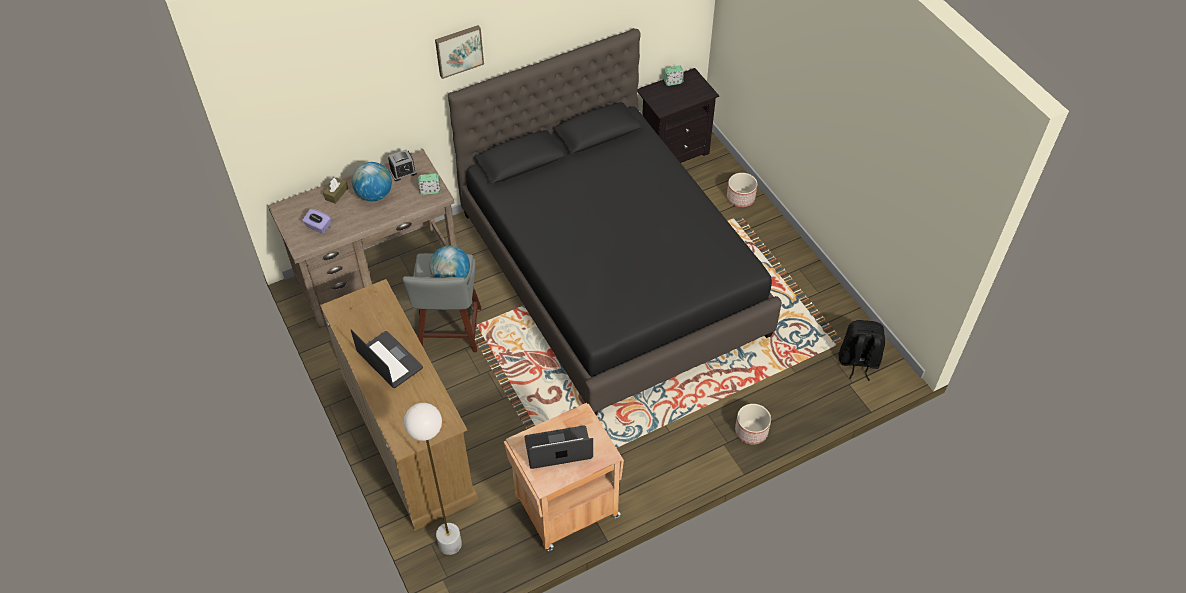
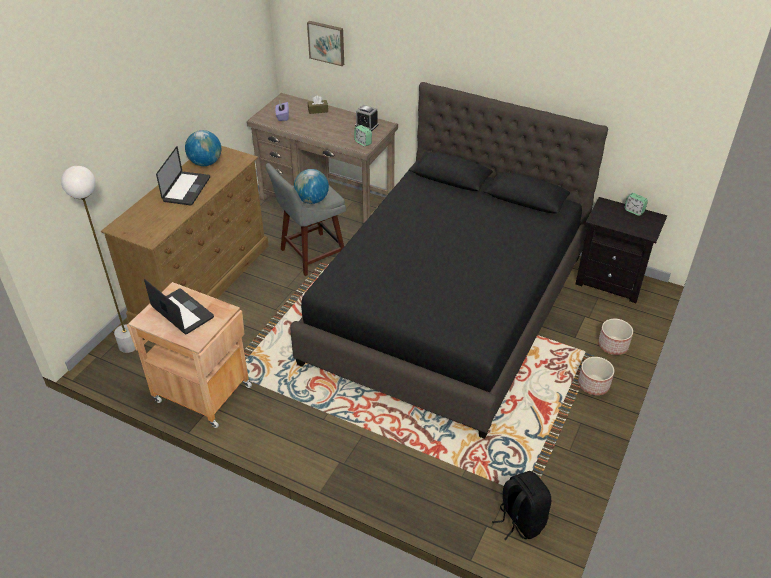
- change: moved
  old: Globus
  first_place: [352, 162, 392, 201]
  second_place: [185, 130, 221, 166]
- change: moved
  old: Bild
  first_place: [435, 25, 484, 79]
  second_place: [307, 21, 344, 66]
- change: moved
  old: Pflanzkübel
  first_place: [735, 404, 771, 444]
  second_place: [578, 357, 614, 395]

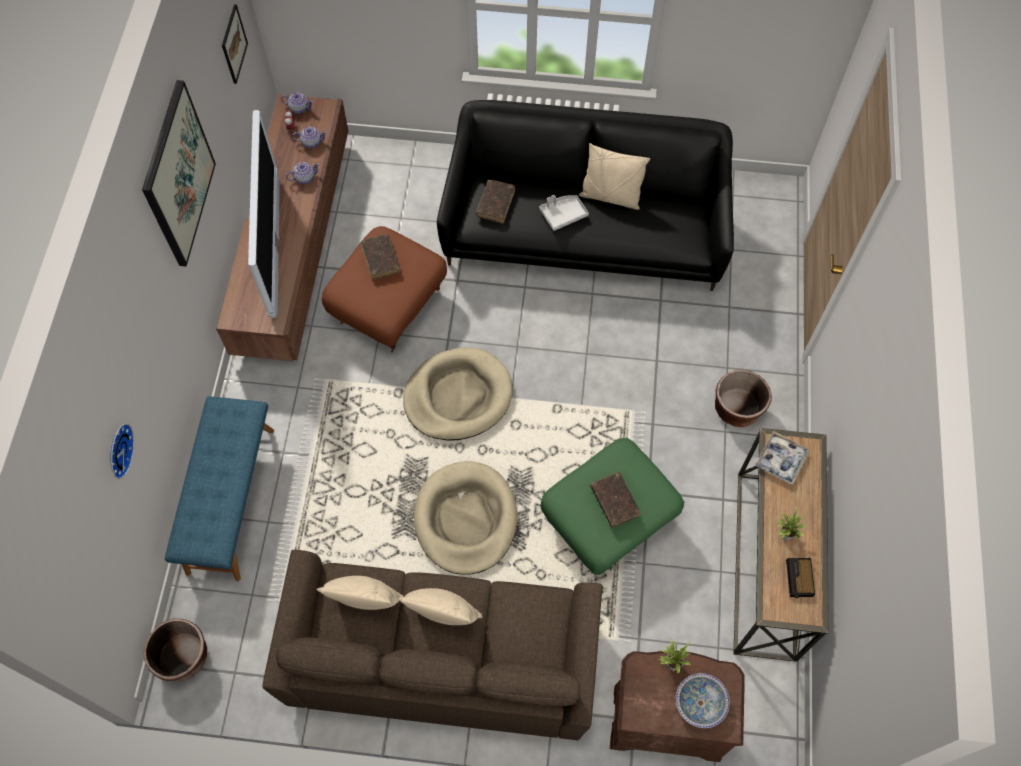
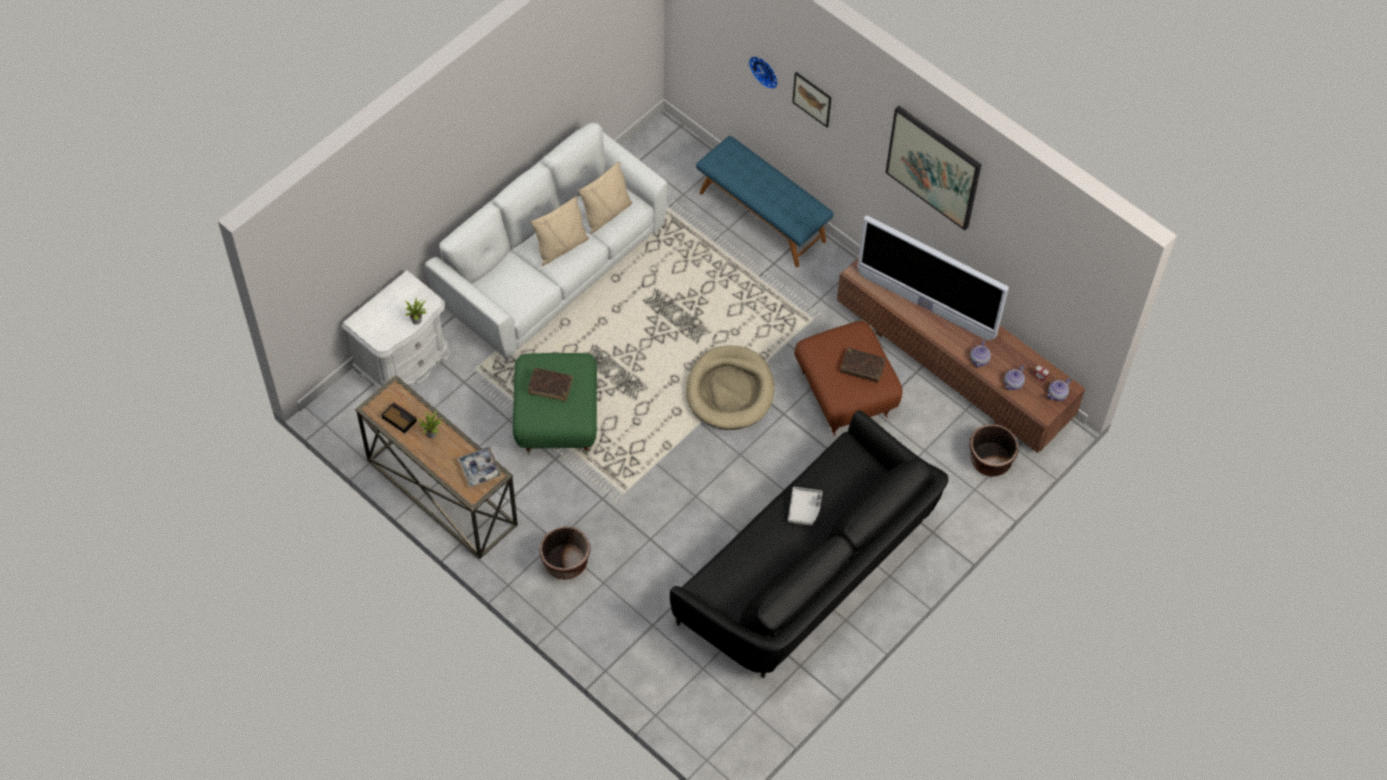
- change: moved
  old: Pflanzkübel/braun
  first_place: [143, 619, 207, 682]
  second_place: [969, 424, 1019, 477]
- change: moved
  old: Bild
  first_place: [222, 4, 248, 84]
  second_place: [792, 72, 832, 128]
- change: recoloured
  old: Sofa/braun
  new: Sofa/weiß
  first_place: [263, 550, 603, 740]
  second_place: [425, 123, 668, 359]
- change: removed
  old: Hundebett/beige
  first_place: [414, 461, 517, 575]
- change: removed
  old: Buch/braun
  first_place: [476, 180, 515, 223]
- change: removed
  old: Kissen/beige
  first_place: [579, 143, 650, 210]
- change: recoloured
  old: Nachttisch/braun
  new: Nachttisch/weiß
  first_place: [610, 651, 745, 762]
  second_place: [342, 270, 450, 389]
- change: removed
  old: Schüssel
  first_place: [676, 673, 730, 728]

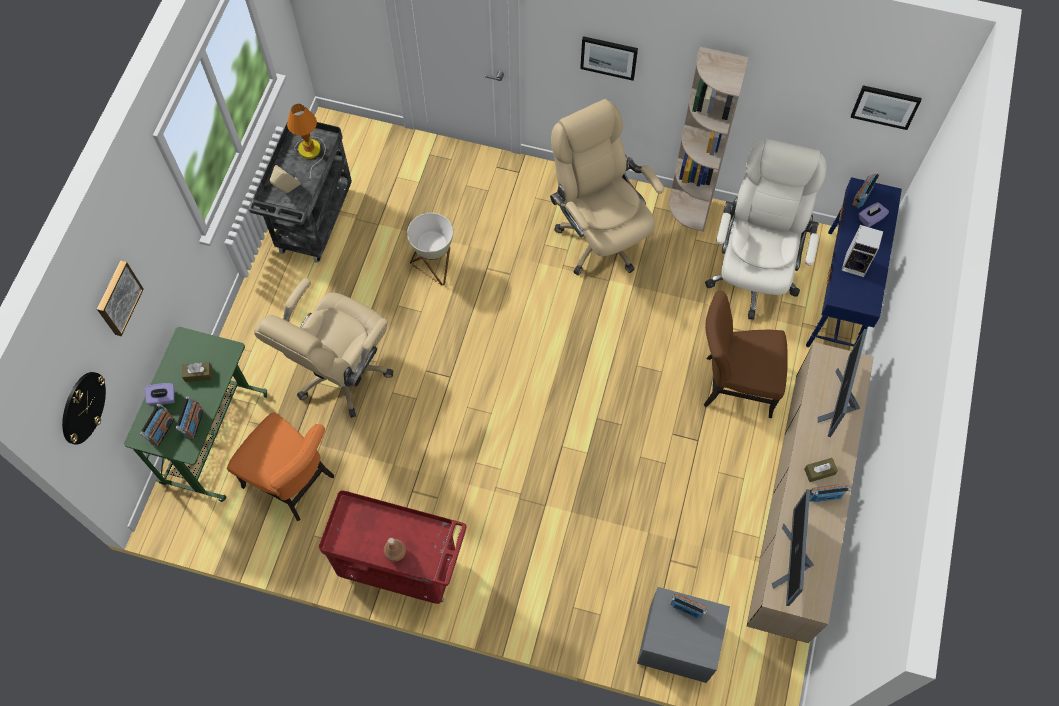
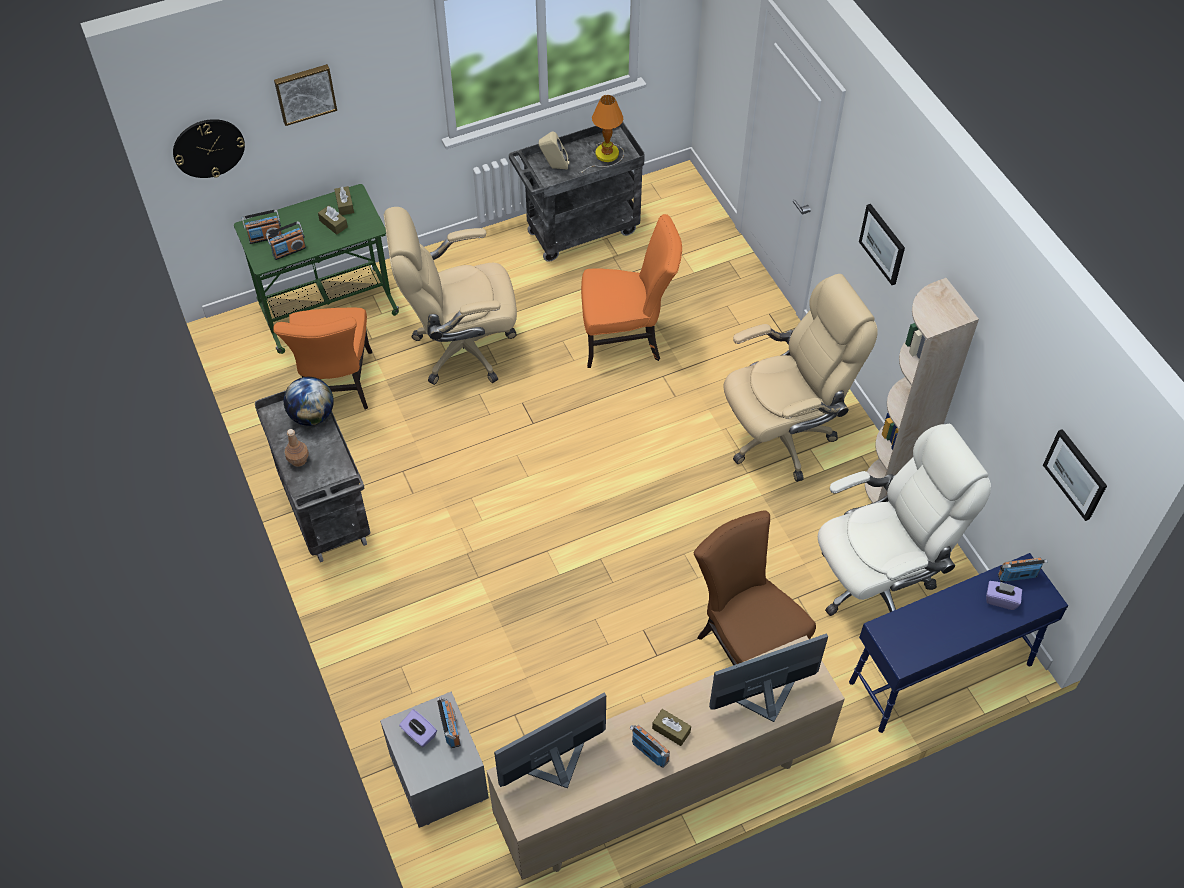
- change: moved
  old: Taschentuchbox/lila
  first_place: [145, 383, 175, 406]
  second_place: [399, 709, 437, 748]
- change: recoloured
  old: Rollwagen/rot
  new: Rollwagen/schwarz
  first_place: [319, 491, 467, 604]
  second_place: [255, 391, 370, 562]
- change: replaced
  old: Pflanzkübel
  new: Stuhl/orange
  first_place: [407, 213, 453, 285]
  second_place: [581, 214, 682, 368]
- change: turned
  old: Bürostuhl/beige
  first_place: [550, 99, 664, 275]
  second_place: [724, 274, 878, 482]
  degrees: 45
- change: removed
  old: Lautsprecher
  first_place: [841, 225, 883, 277]
- change: added
  new: Globus
  second_place: [284, 377, 334, 426]
- change: added
  new: Taschentuchbox/braun
  second_place: [334, 186, 354, 215]

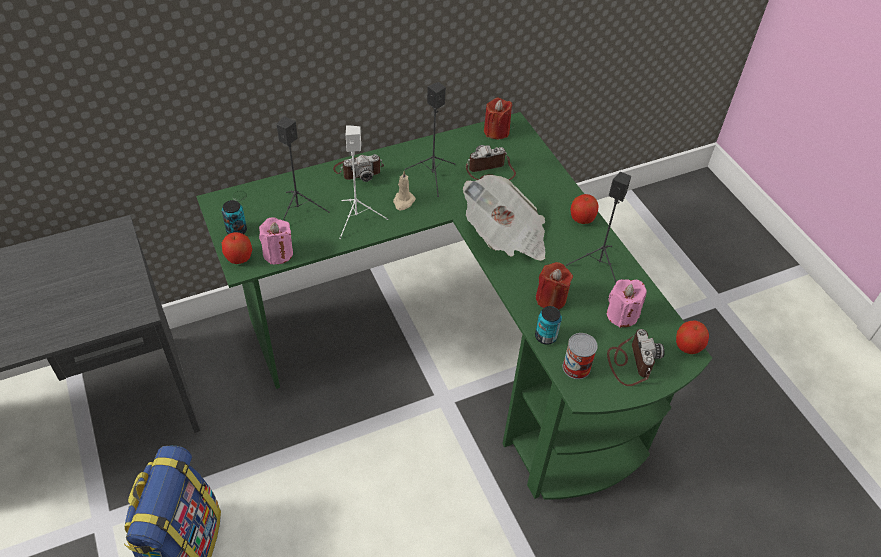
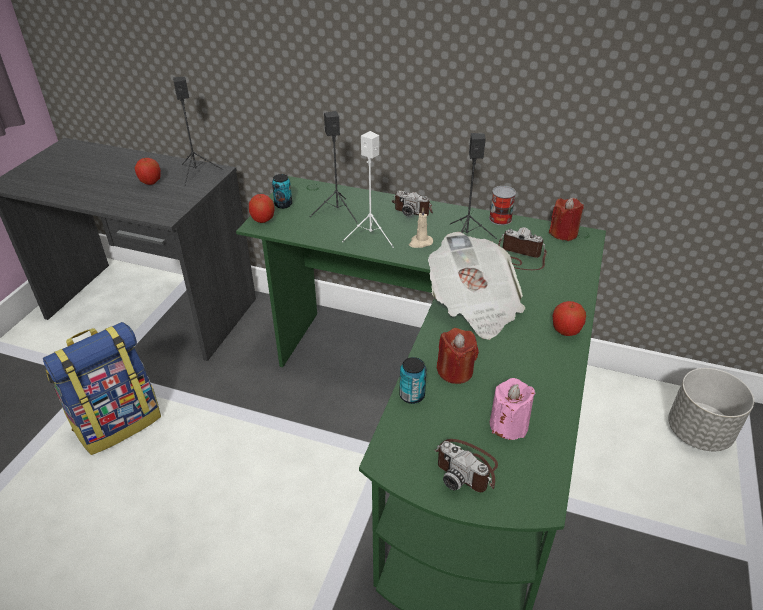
- change: removed
  old: Kerze/rosa
  first_place: [259, 217, 293, 264]
- change: moved
  old: Dose
  first_place: [563, 333, 598, 379]
  second_place: [489, 186, 516, 225]
- change: moved
  old: Lautsprecher/schwarz
  first_place: [566, 172, 631, 283]
  second_place: [173, 77, 223, 186]
- change: turned
  old: Kamera
  first_place: [607, 329, 665, 386]
  second_place: [435, 439, 498, 492]
  degrees: 90
- change: moved
  old: Apfel
  first_place: [676, 320, 709, 354]
  second_place: [135, 158, 161, 185]
- change: added
  new: Pflanzkübel/grau
  second_place: [668, 368, 754, 451]

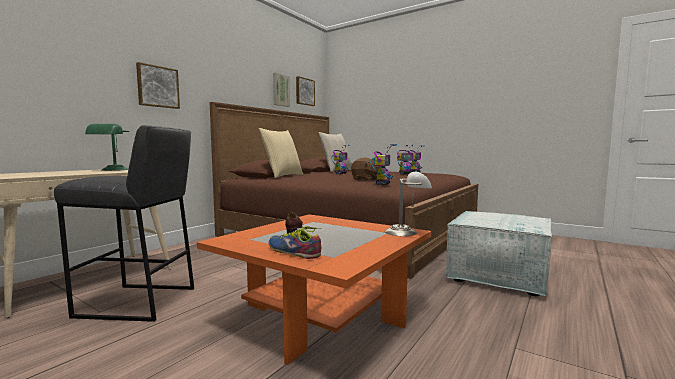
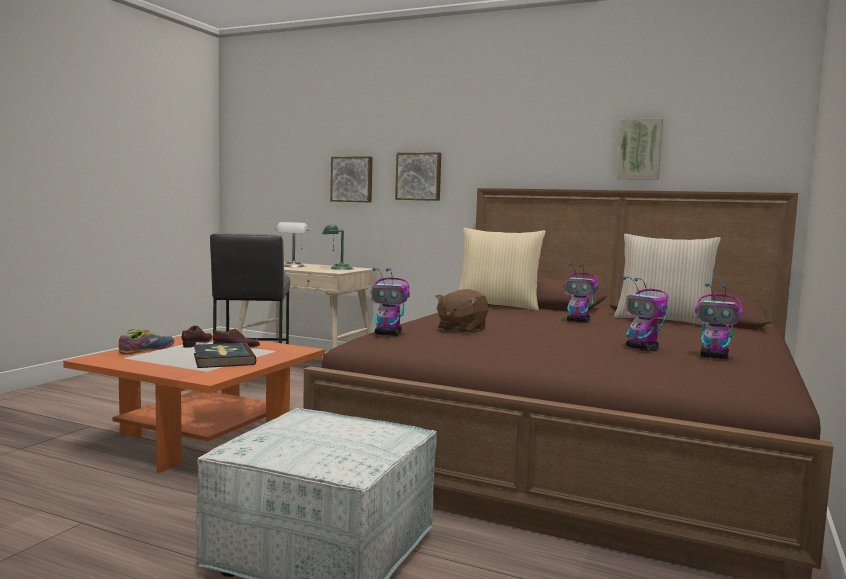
- change: moved
  old: Bild
  first_place: [296, 76, 315, 106]
  second_place: [330, 156, 373, 203]
- change: moved
  old: Tischlampe/weiß
  first_place: [385, 172, 432, 236]
  second_place: [275, 222, 311, 267]
- change: added
  new: Schuh/braun
  second_place: [182, 326, 212, 348]
- change: added
  new: Buch
  second_place: [194, 343, 256, 368]

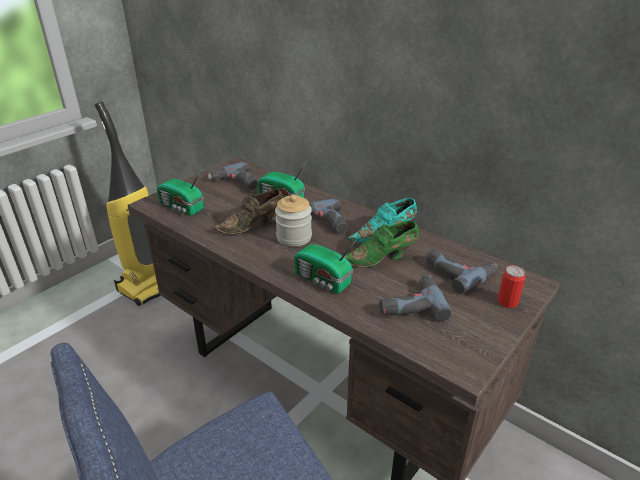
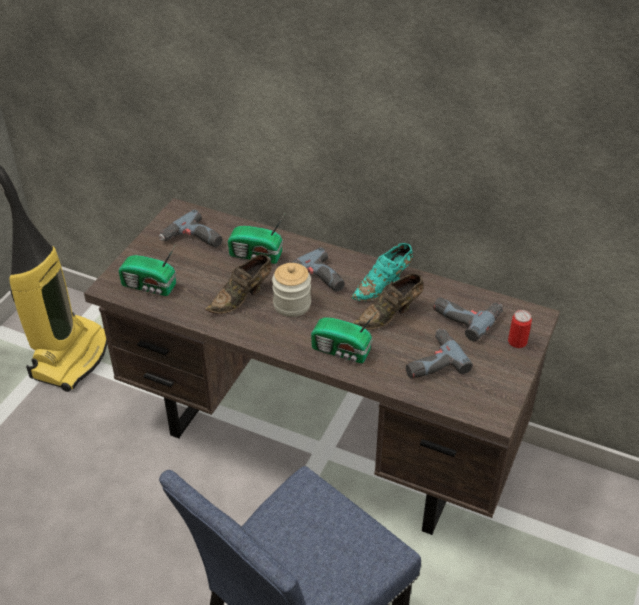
- change: recoloured
  old: Schuh/grün
  new: Schuh/braun
  first_place: [344, 221, 419, 267]
  second_place: [353, 274, 424, 330]

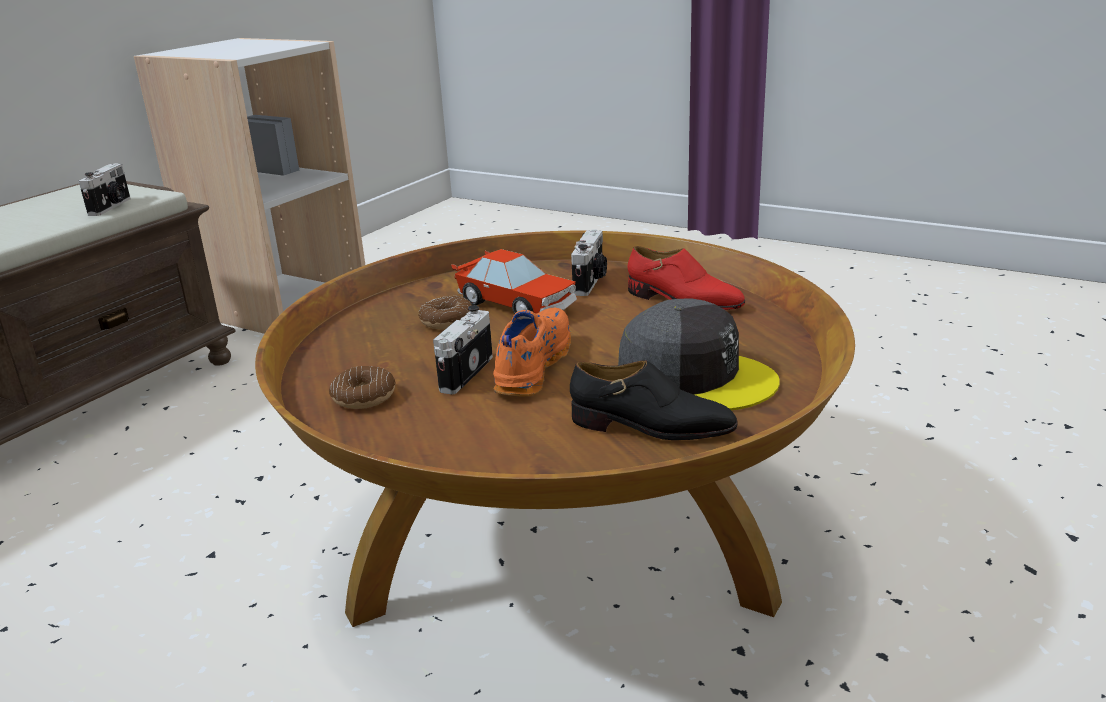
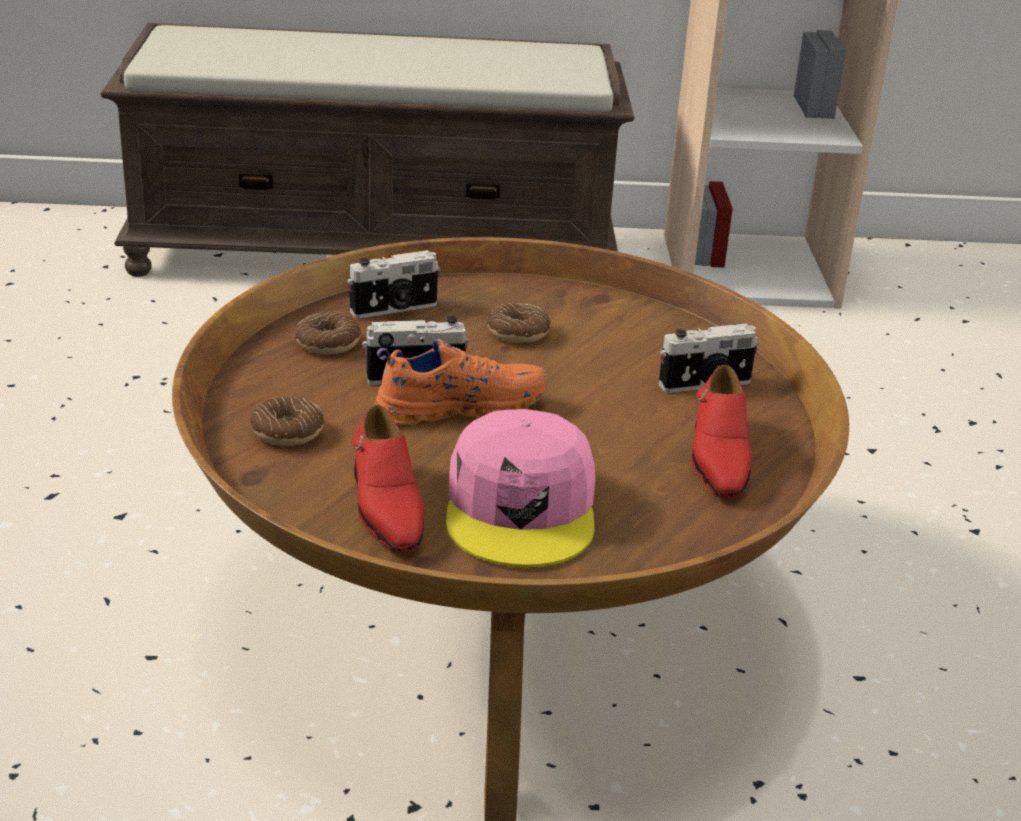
- change: moved
  old: Kamera
  first_place: [79, 163, 131, 216]
  second_place: [347, 250, 440, 318]
- change: removed
  old: Spielzeugauto
  first_place: [451, 249, 577, 314]
- change: recoloured
  old: Schuh/schwarz
  new: Schuh/rot
  first_place: [570, 360, 738, 440]
  second_place: [351, 405, 424, 552]
- change: recoloured
  old: Kappe/grau
  new: Kappe/rosa
  first_place: [618, 298, 780, 410]
  second_place: [446, 409, 595, 567]
- change: added
  new: Donut
  second_place: [250, 397, 324, 446]

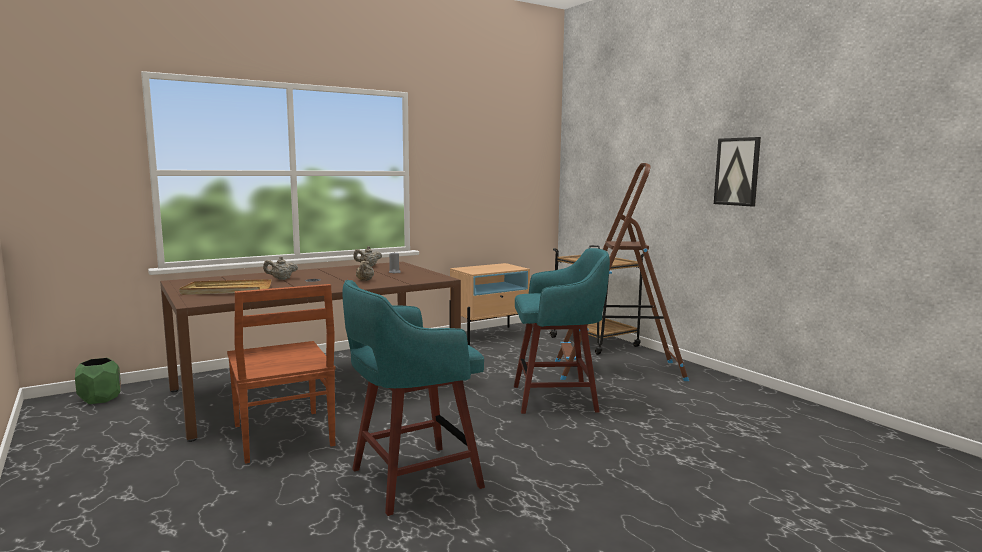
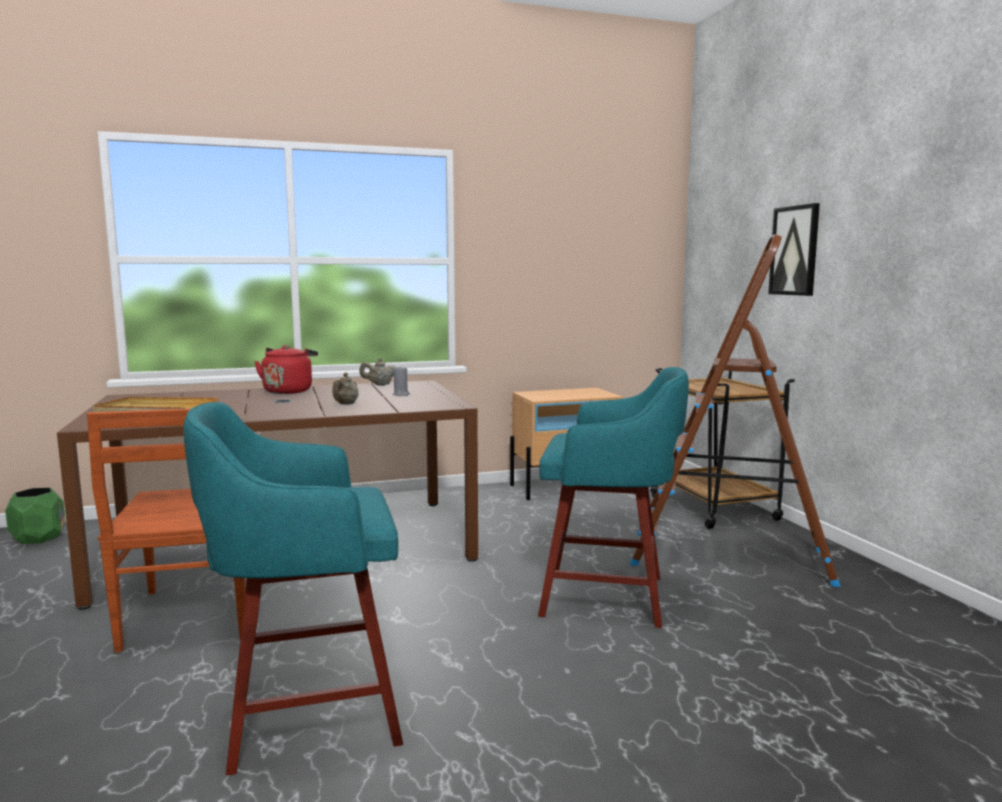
- change: removed
  old: Teekanne/beige
  first_place: [263, 257, 298, 280]
- change: moved
  old: Bild
  first_place: [714, 137, 761, 207]
  second_place: [768, 203, 820, 296]
- change: added
  new: Wasserkessel/rot
  second_place: [254, 345, 318, 394]

